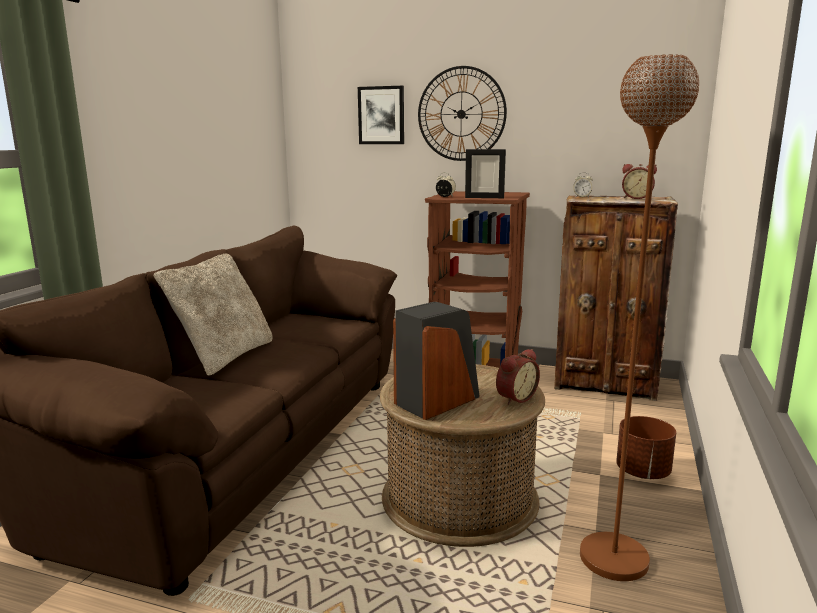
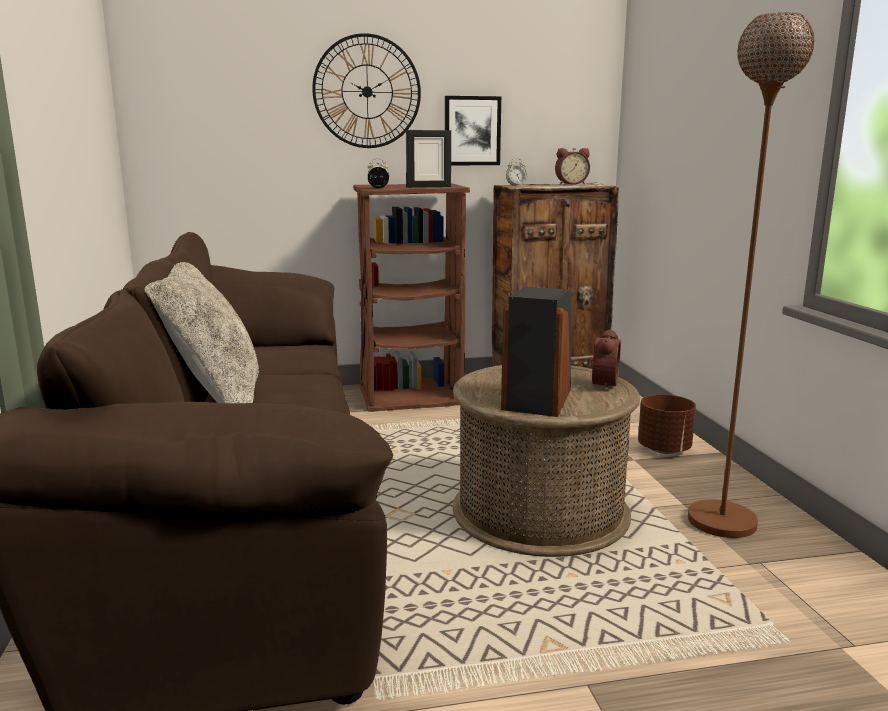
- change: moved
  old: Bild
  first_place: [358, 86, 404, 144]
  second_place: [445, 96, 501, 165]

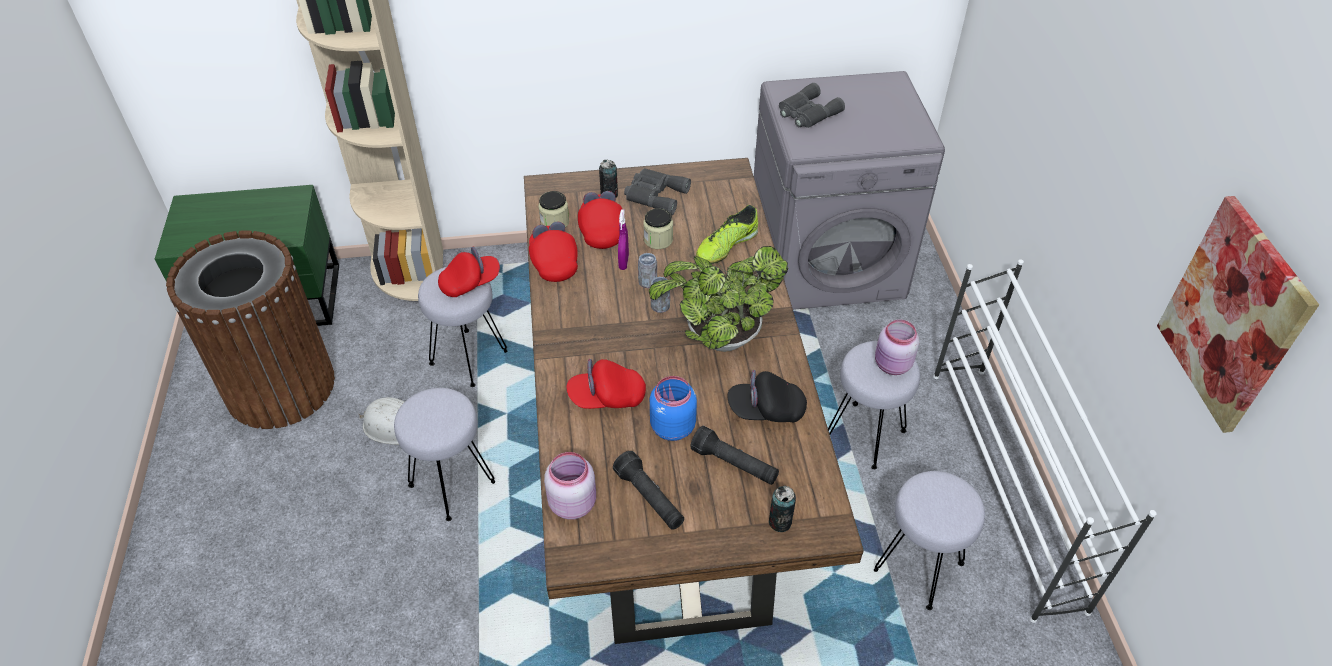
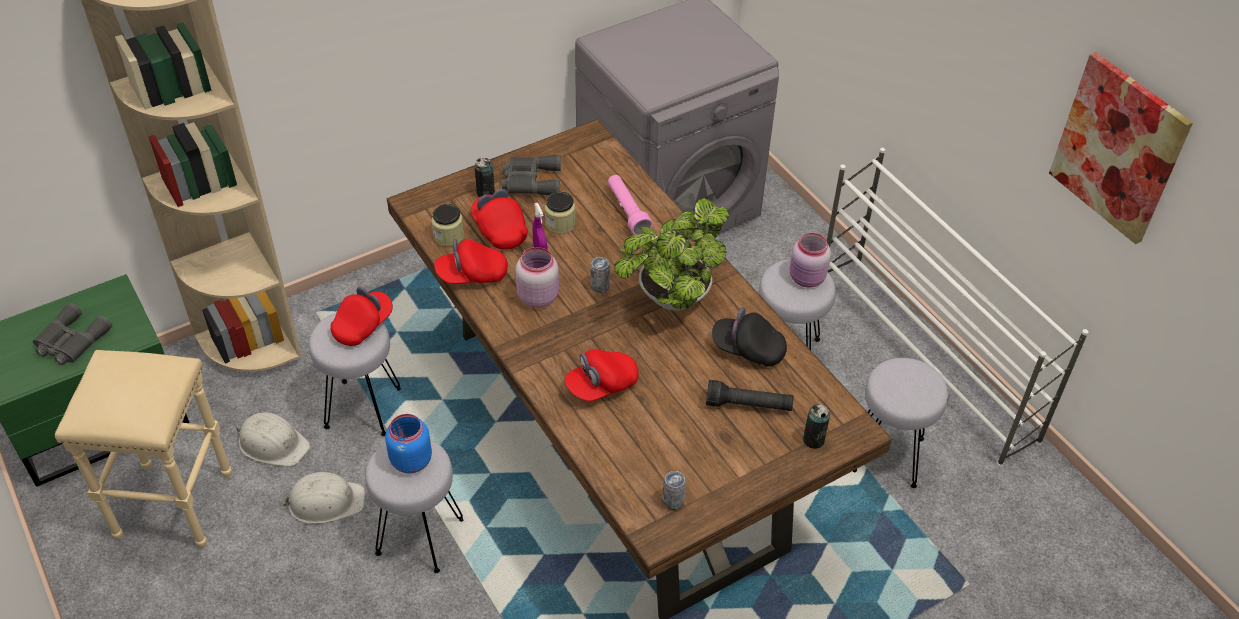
- change: replaced
  old: Mülleimer/braun
  new: Hocker/beige
  first_place: [166, 231, 335, 429]
  second_place: [55, 350, 232, 548]
- change: turned
  old: Kappe/rot
  first_place: [529, 222, 578, 282]
  second_place: [434, 238, 508, 284]
  degrees: -60
- change: moved
  old: Vorratsglas/rosa
  first_place: [544, 452, 596, 520]
  second_place: [516, 247, 559, 308]
- change: removed
  old: Taschenlampe/schwarz
  first_place: [613, 451, 684, 530]
- change: moved
  old: Dose
  first_place: [638, 253, 657, 288]
  second_place: [662, 471, 686, 510]
- change: moved
  old: Vorratsglas/blau
  first_place: [650, 376, 697, 441]
  second_place: [385, 414, 432, 474]
- change: replaced
  old: Schuh
  new: Taschenlampe/rosa
  first_place: [696, 205, 758, 264]
  second_place: [608, 175, 653, 235]
- change: turned
  old: Kappe/schwarz
  first_place: [727, 370, 807, 422]
  second_place: [712, 307, 787, 367]
  degrees: 45
- change: moved
  old: Fernglas/grau
  first_place: [779, 83, 845, 128]
  second_place: [33, 303, 112, 365]
- change: added
  new: Schutzhelm/weiß
  second_place: [236, 412, 310, 467]

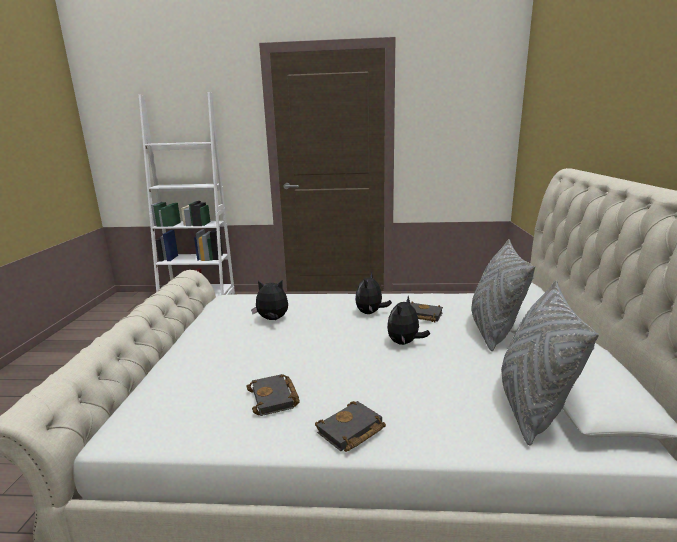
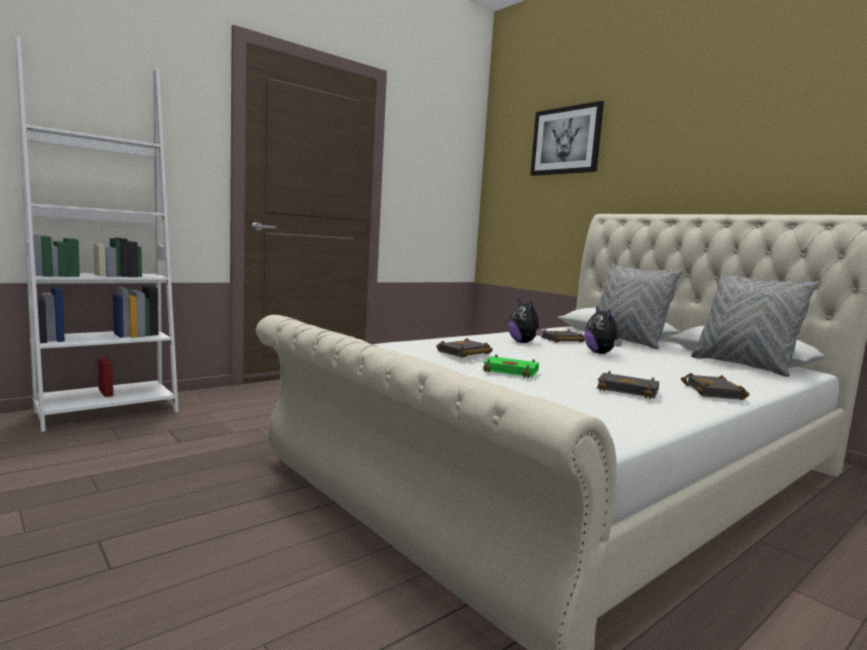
- change: replaced
  old: Plüschtier
  new: Buch/schwarz
  first_place: [251, 280, 288, 320]
  second_place: [436, 338, 493, 358]
- change: added
  new: Buch/grün
  second_place: [483, 354, 539, 378]
- change: added
  new: Bild
  second_place: [530, 101, 604, 176]

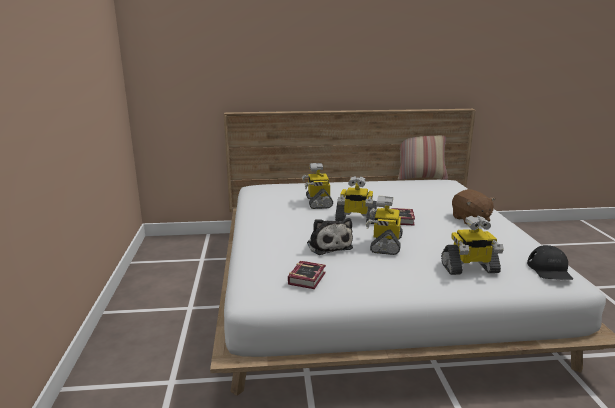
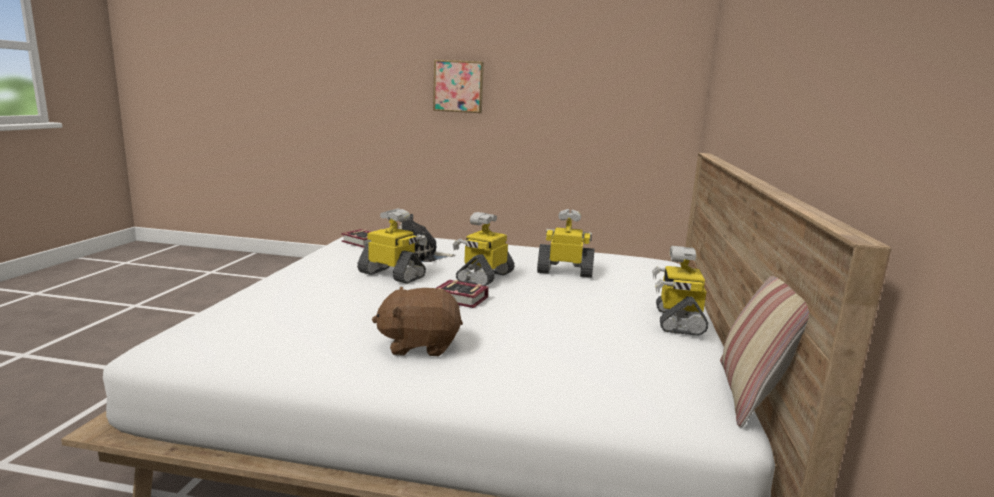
- change: moved
  old: Spielzeugroboter
  first_place: [441, 215, 504, 275]
  second_place: [652, 246, 708, 336]
- change: removed
  old: Kappe/schwarz
  first_place: [527, 245, 573, 280]
- change: added
  new: Bild
  second_place: [433, 60, 484, 113]

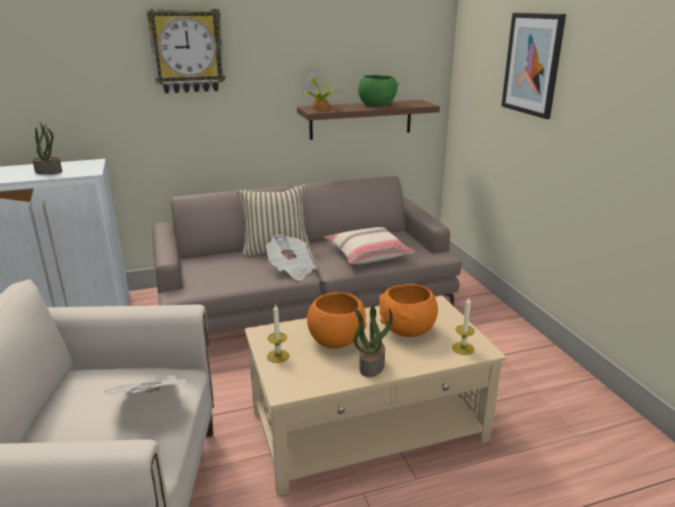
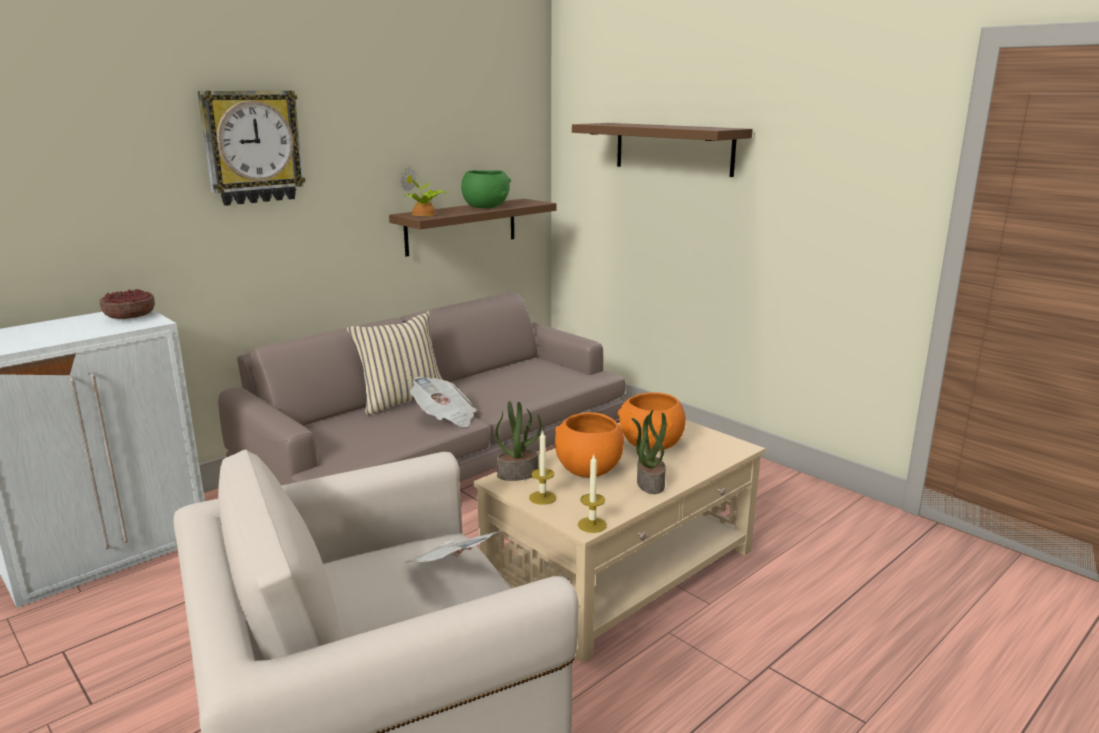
- change: moved
  old: Topfpflanze
  first_place: [32, 122, 62, 175]
  second_place: [495, 401, 542, 481]
- change: removed
  old: Kissen/beige
  first_place: [324, 227, 416, 265]
- change: moved
  old: Kerze
  first_place: [452, 297, 475, 355]
  second_place: [578, 455, 607, 533]
- change: replaced
  old: Bild
  new: Wandregal/braun
  first_place: [501, 13, 566, 119]
  second_place: [572, 123, 753, 177]
- change: added
  new: Schüssel
  second_place: [99, 289, 155, 319]

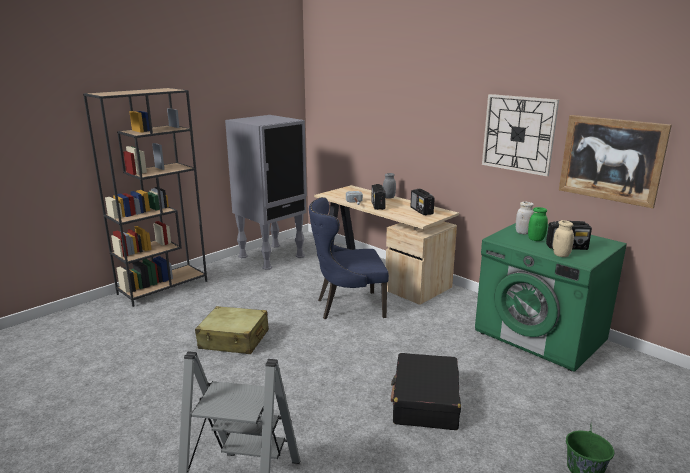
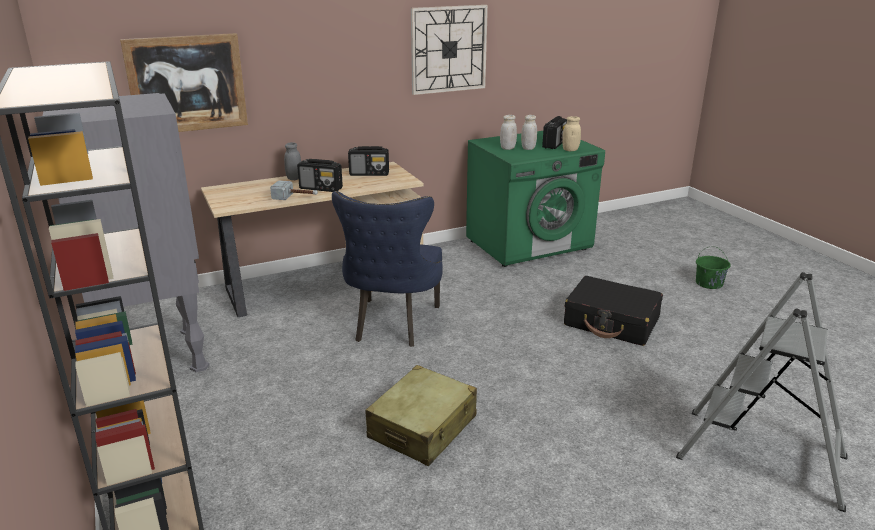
- change: recoloured
  old: Vorratsglas/grün
  new: Vorratsglas/weiß
  first_place: [528, 207, 548, 241]
  second_place: [521, 115, 537, 150]
- change: moved
  old: Bild
  first_place: [559, 115, 672, 208]
  second_place: [120, 33, 248, 132]

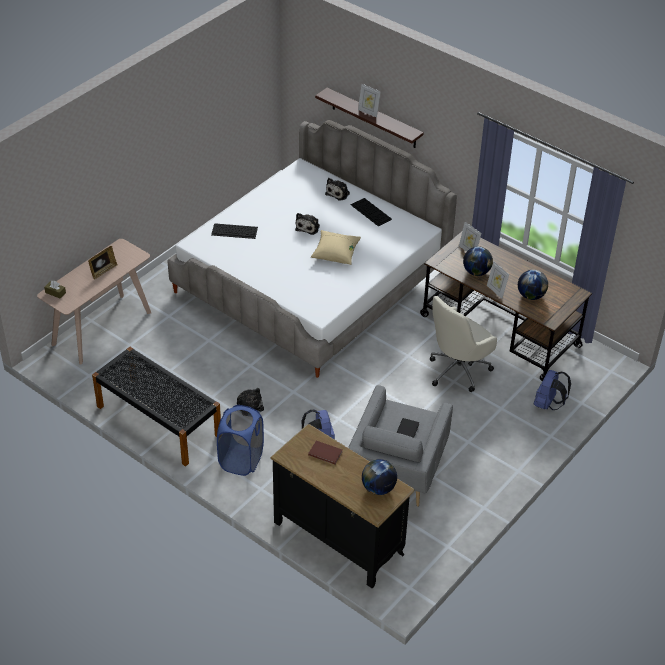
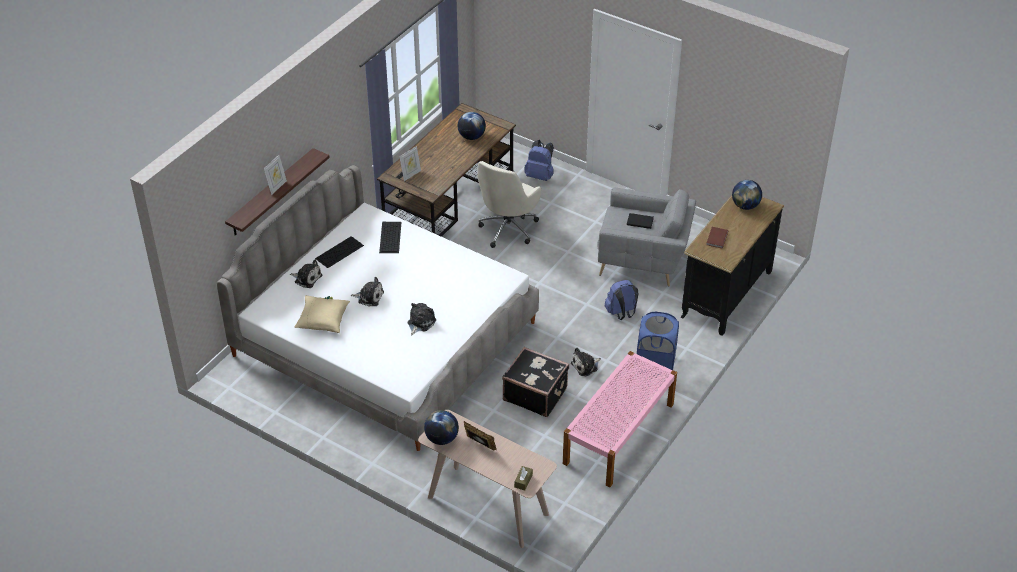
- change: recoloured
  old: Bank/schwarz
  new: Bank/rosa
  first_place: [92, 347, 221, 467]
  second_place: [563, 351, 677, 487]
- change: moved
  old: Tastatur
  first_place: [211, 223, 258, 239]
  second_place: [379, 222, 401, 253]
- change: moved
  old: Kissen/beige
  first_place: [311, 230, 361, 265]
  second_place: [295, 295, 350, 333]
- change: turned
  old: Bürostuhl/beige
  first_place: [430, 296, 497, 392]
  second_place: [477, 161, 541, 248]
  degrees: 75
- change: moved
  old: Globus
  first_place: [463, 246, 493, 276]
  second_place: [424, 410, 459, 445]
- change: removed
  old: Bilderrahmen
  first_place: [487, 261, 509, 299]
- change: added
  new: Plüschtier
  second_place: [408, 303, 436, 336]
- change: added
  new: Koffer/schwarz
  second_place: [502, 347, 569, 417]

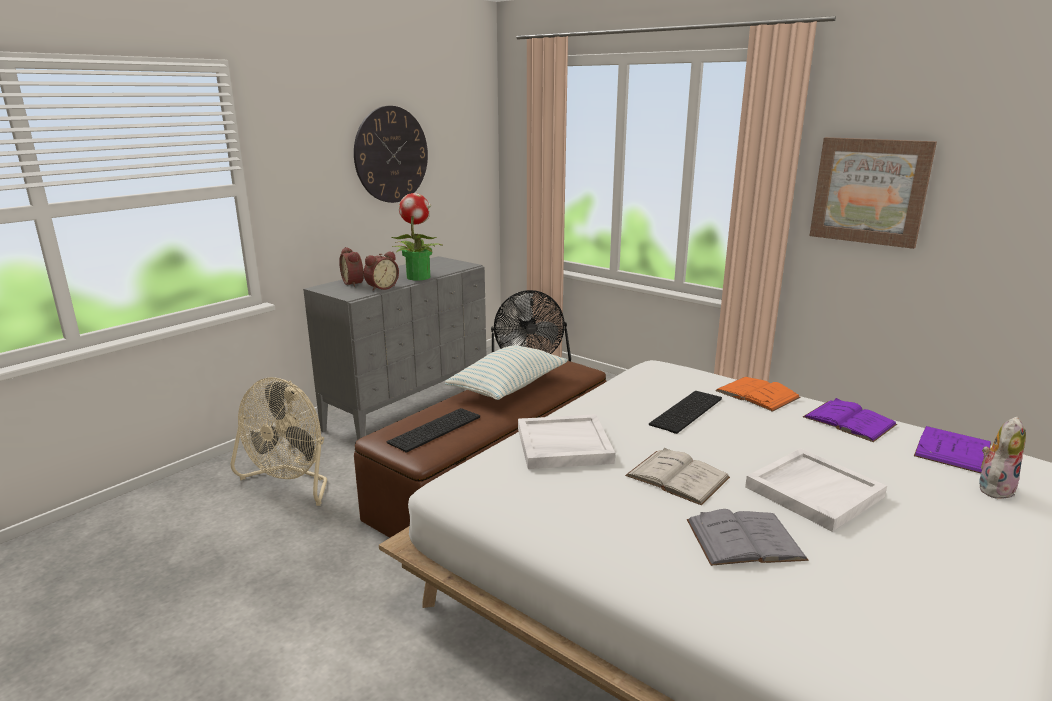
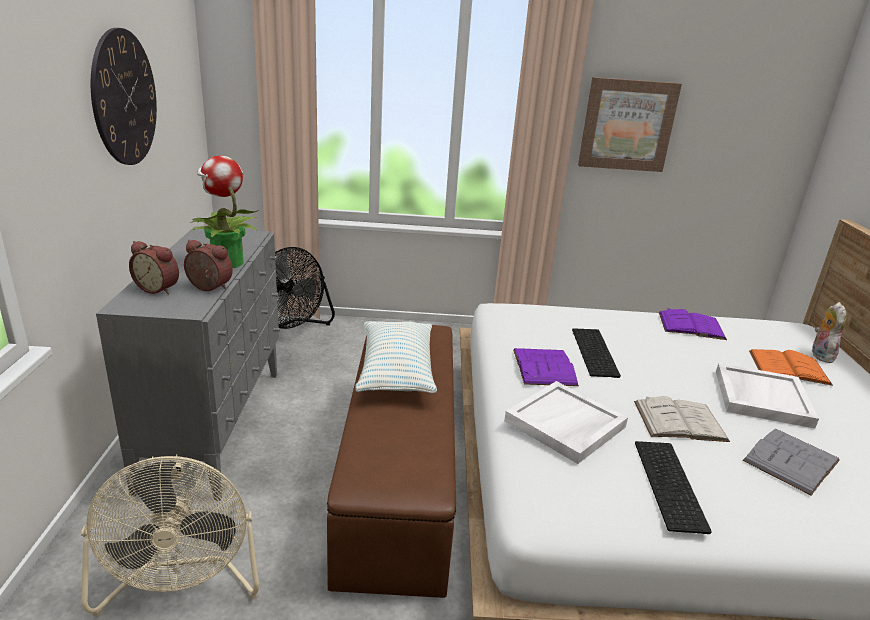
- change: turned
  old: Wecker
  first_place: [364, 251, 399, 291]
  second_place: [184, 240, 233, 291]
  degrees: -75
- change: moved
  old: Tastatur
  first_place: [387, 408, 480, 452]
  second_place: [635, 441, 712, 534]
- change: moved
  old: Buch/orange
  first_place: [715, 377, 801, 412]
  second_place: [749, 349, 833, 386]
- change: moved
  old: Buch/lila
  first_place: [914, 426, 991, 474]
  second_place: [513, 348, 579, 386]

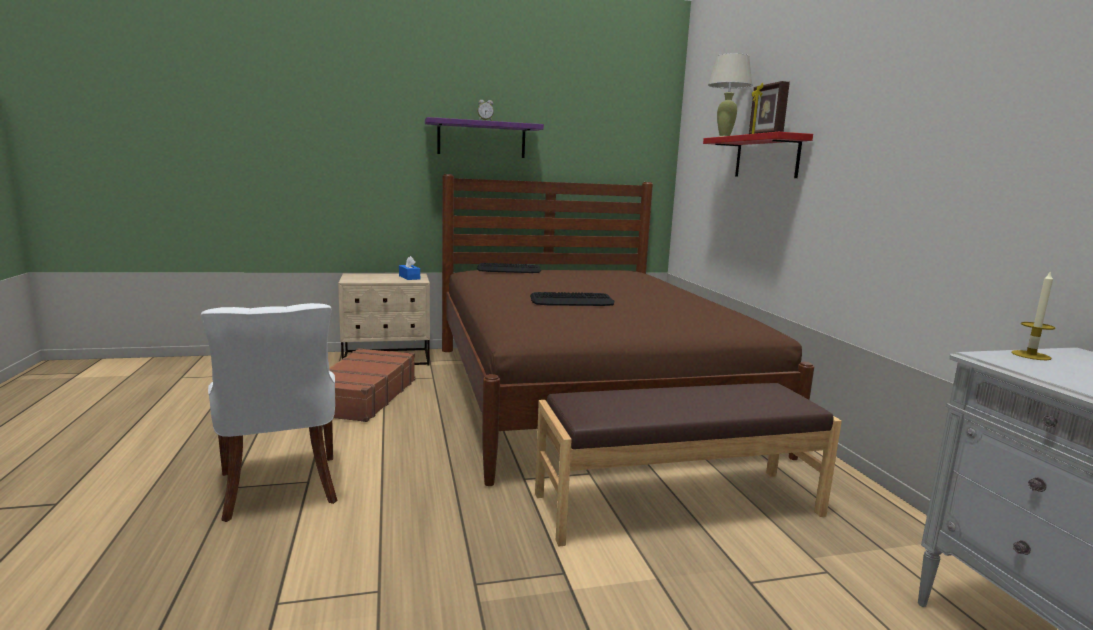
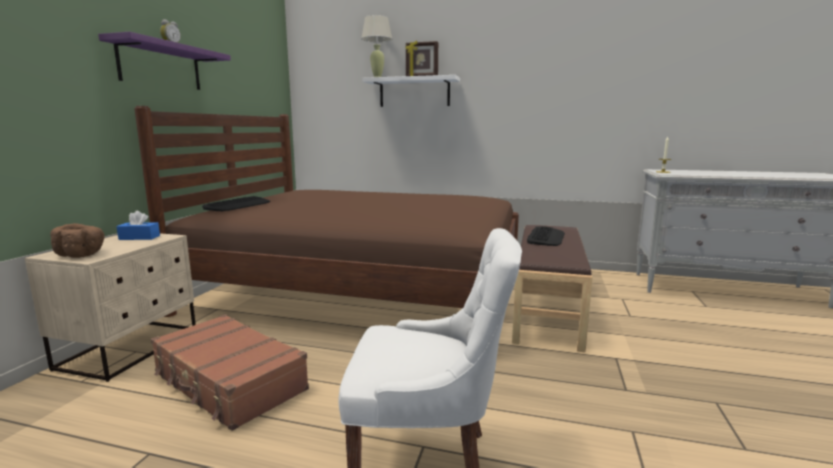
- change: moved
  old: Tastatur
  first_place: [530, 292, 614, 306]
  second_place: [527, 226, 565, 246]
- change: recoloured
  old: Wandregal/rot
  new: Wandregal/weiß
  first_place: [703, 132, 813, 178]
  second_place: [362, 75, 460, 107]
- change: added
  new: Schüssel/braun
  second_place: [50, 223, 105, 258]

